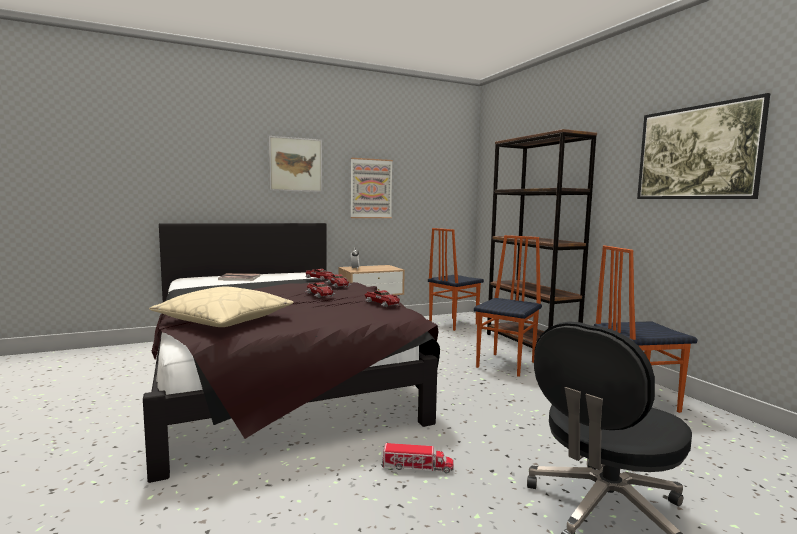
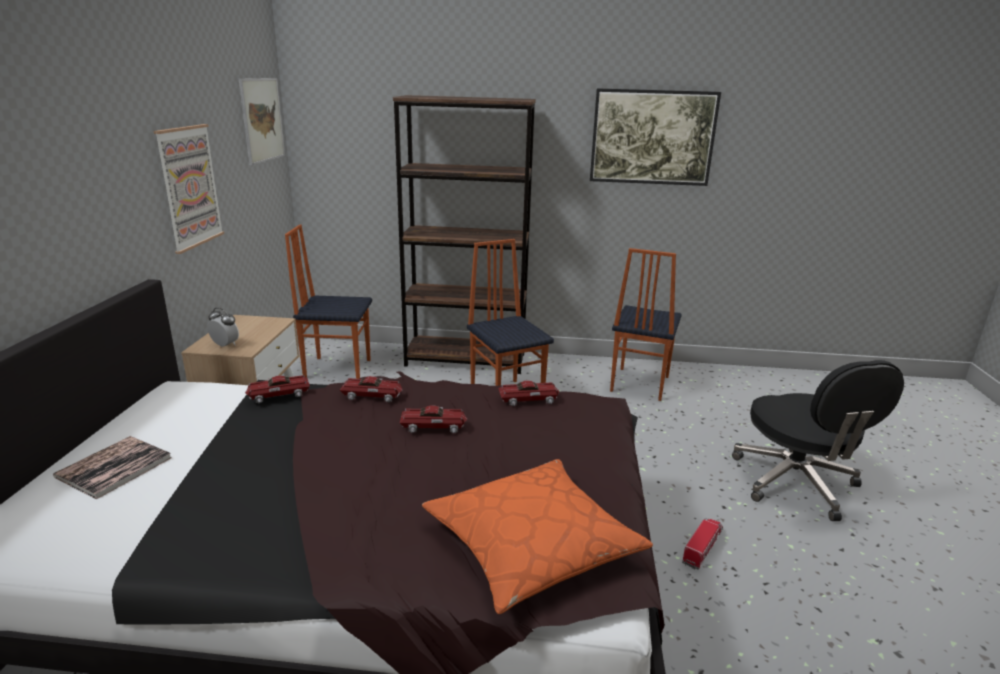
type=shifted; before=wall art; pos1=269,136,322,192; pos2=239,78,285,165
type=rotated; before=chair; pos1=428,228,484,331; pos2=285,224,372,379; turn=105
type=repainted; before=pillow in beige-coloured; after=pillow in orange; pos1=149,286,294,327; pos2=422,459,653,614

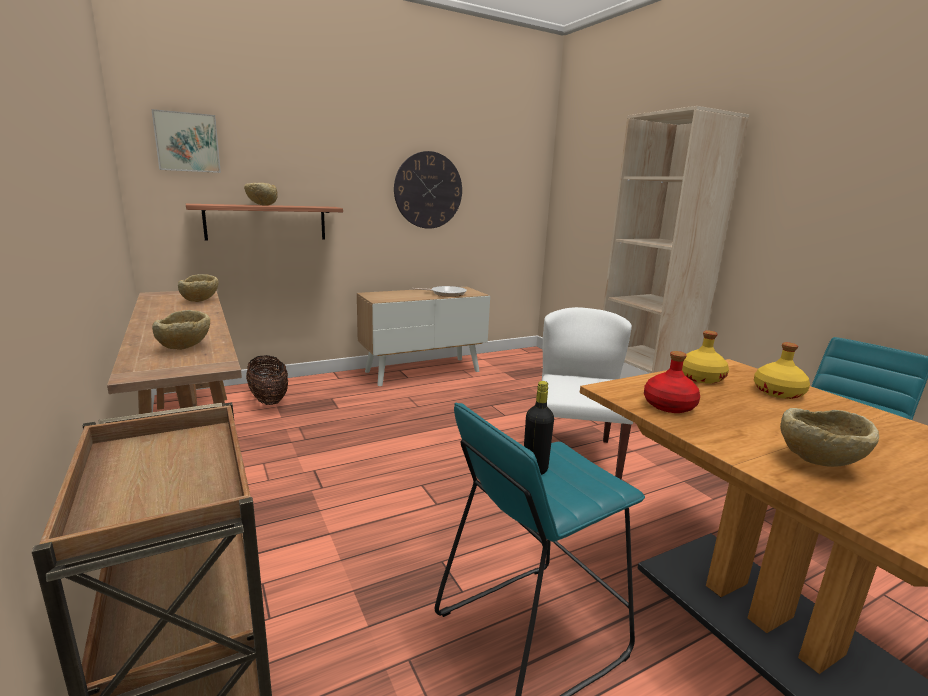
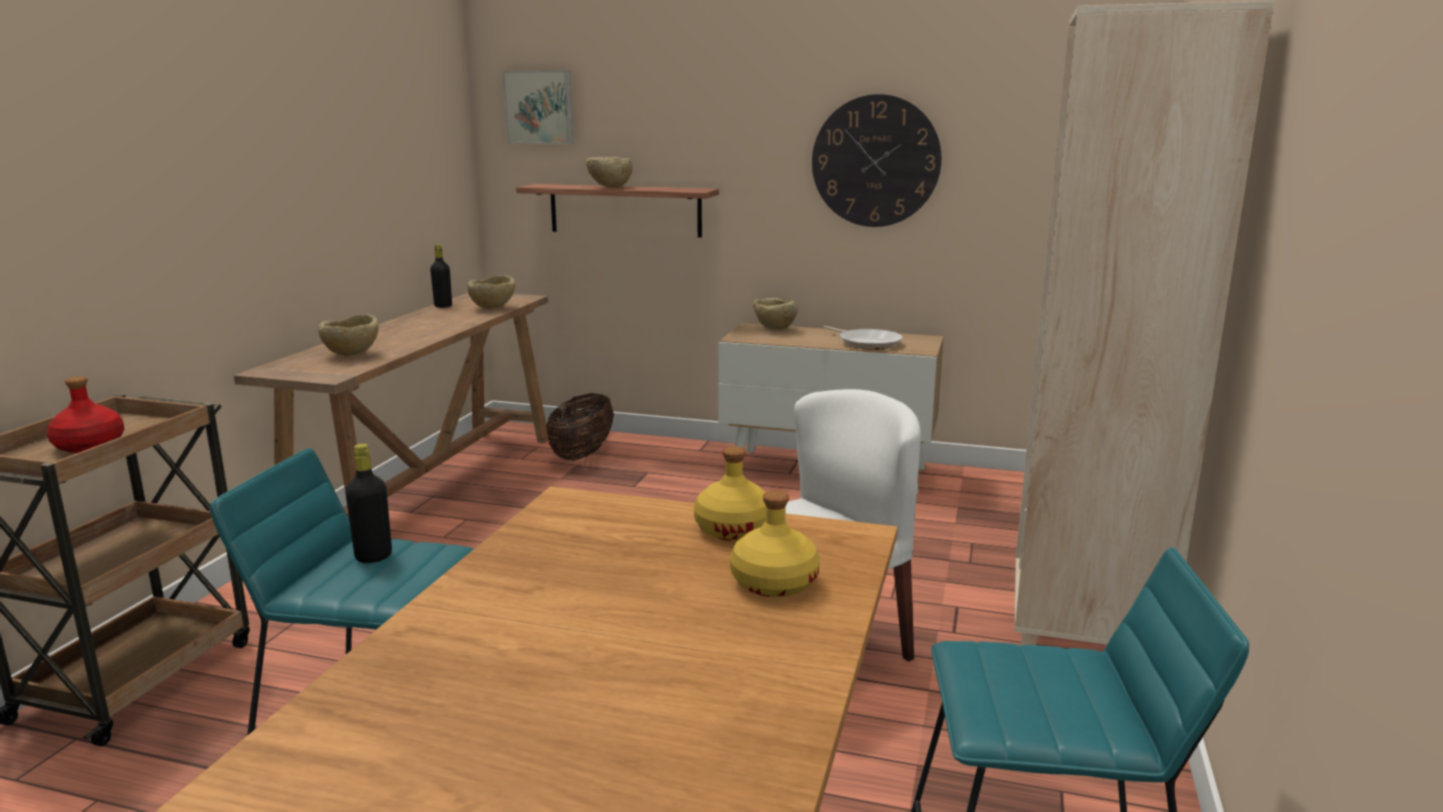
type=shifted; before=drink bottle in red-coloured; pos1=644,351,700,413; pos2=47,376,124,453
type=new; after=drink bottle in blackish; pos2=430,244,452,308
type=shifted; before=bowl in beige-coloured; pos1=780,408,879,467; pos2=753,298,797,330

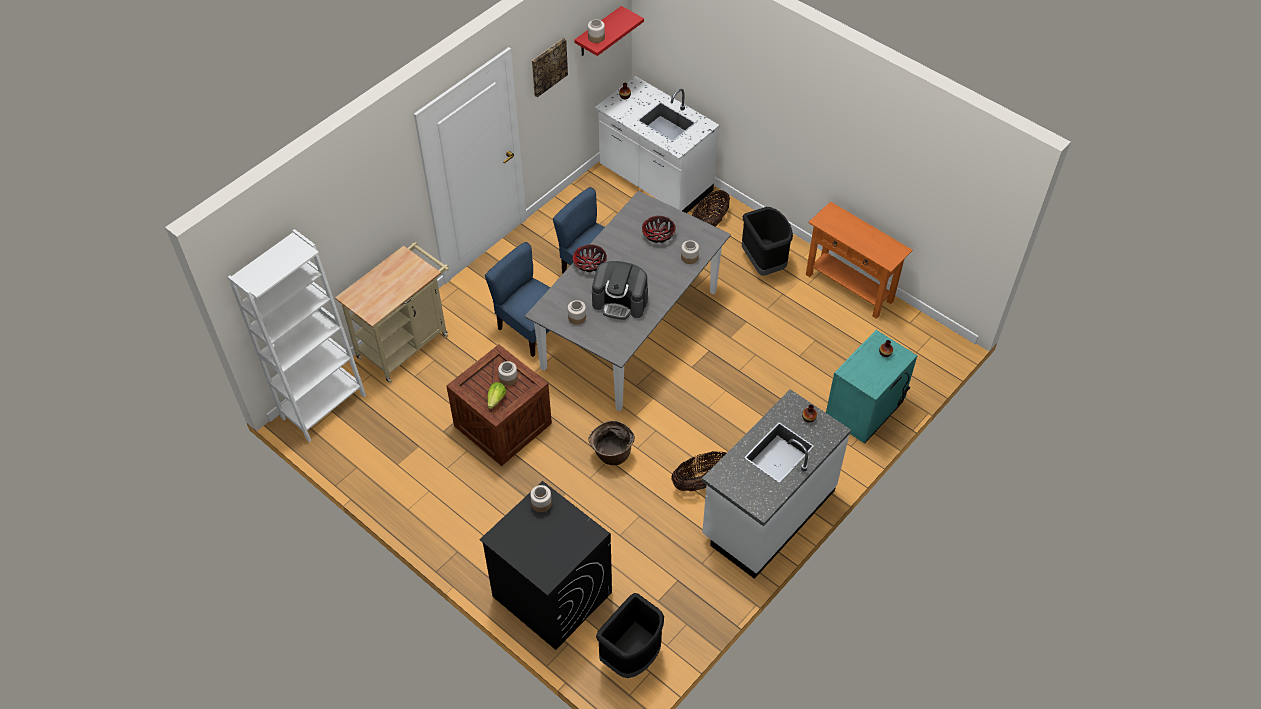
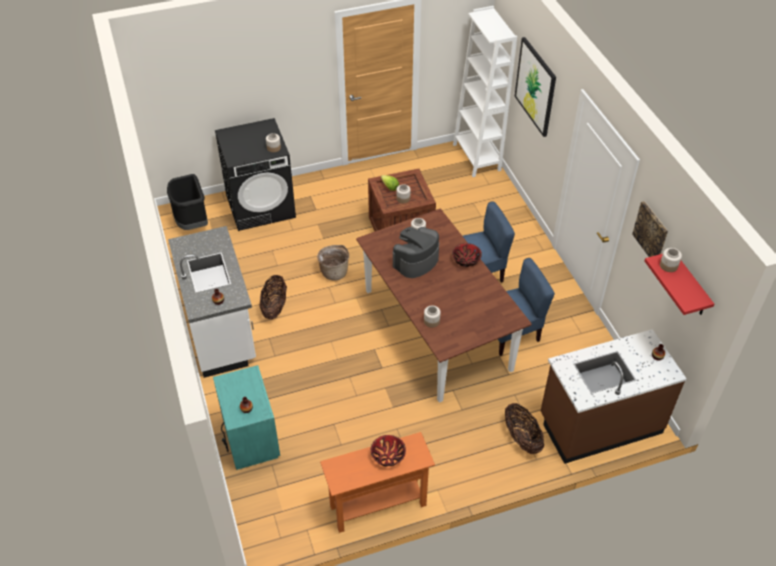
type=repainted; before=dining table in gray; after=dining table in brown-coloured; pos1=525,191,731,412; pos2=356,209,532,403
type=shifted; before=bowl; pos1=642,216,676,243; pos2=371,435,406,466
type=new; after=wall art; pos2=515,37,556,137
type=repainted; before=counter in white-coloured; after=counter in brown-coloured; pos1=595,76,719,213; pos2=541,329,687,464
type=gone; before=cart in beige-coloured; pos1=335,242,449,383
type=gone; before=trash can in blackish; pos1=742,207,793,276

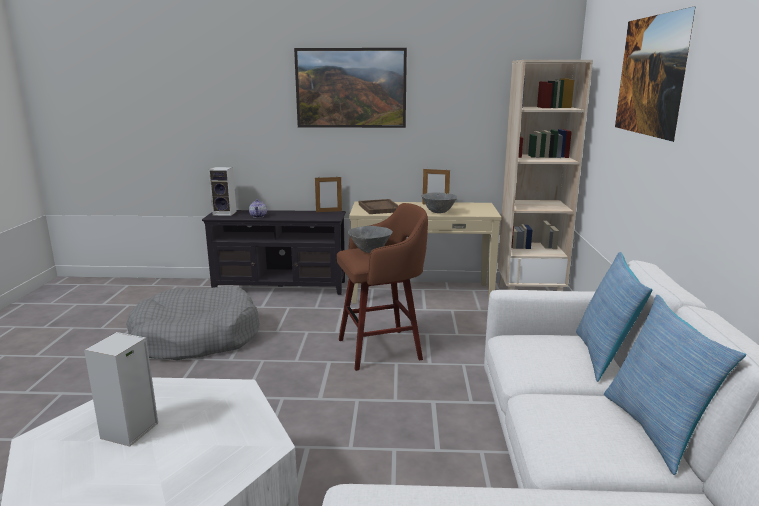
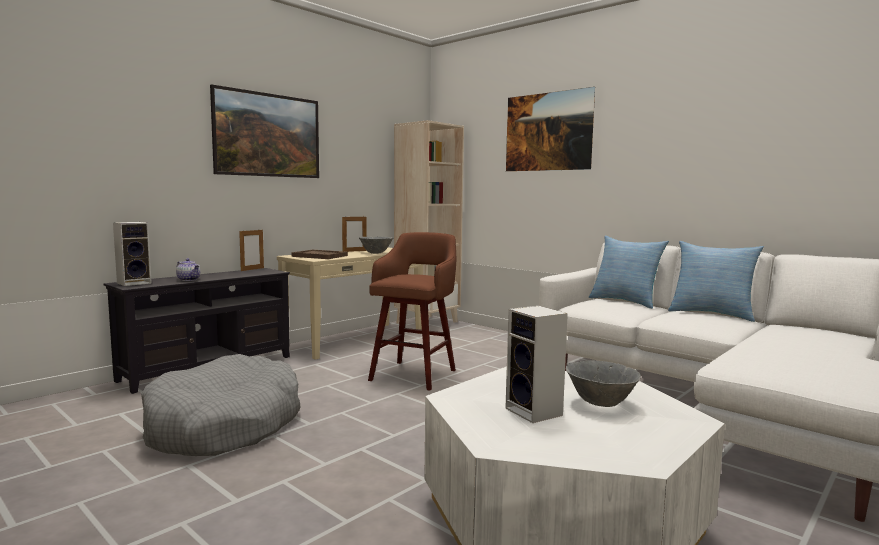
type=shifted; before=bowl in gray; pos1=348,226,393,253; pos2=566,361,641,407

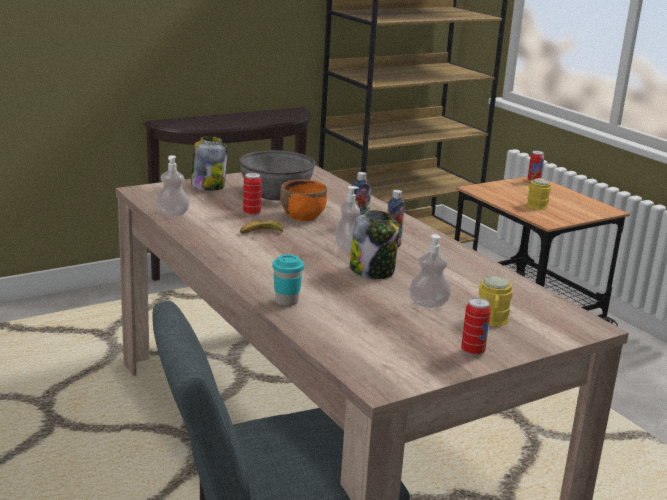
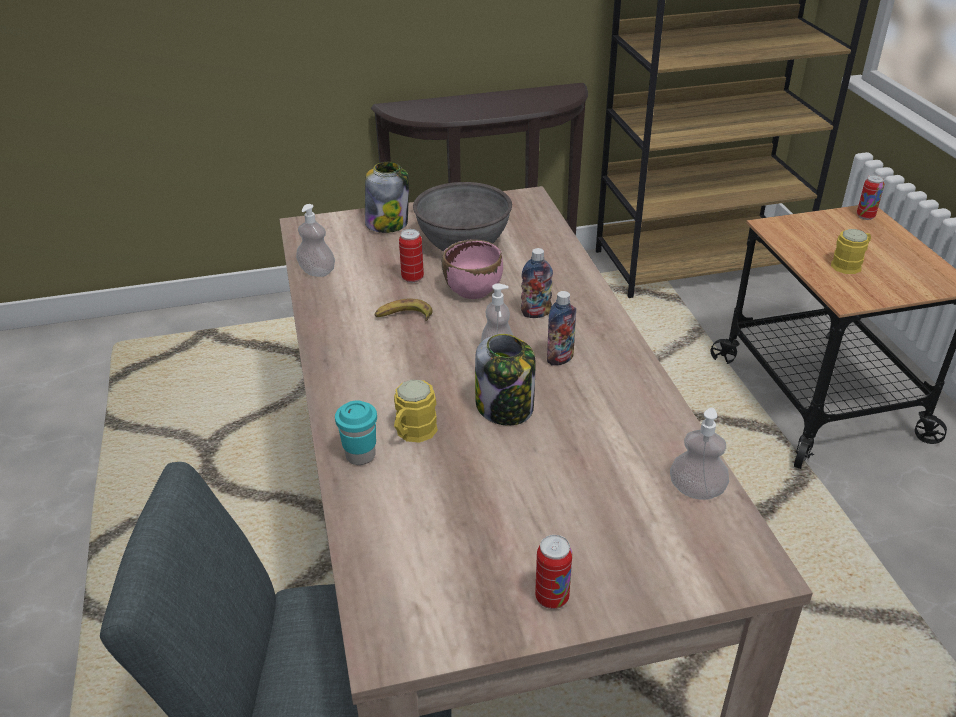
type=shifted; before=tea mug in yellow; pos1=479,276,513,326; pos2=394,380,438,443
type=repainted; before=bowl in orange; after=bowl in pinkish; pos1=280,179,327,221; pos2=442,240,503,299
type=shifted; before=liquid soap bottle; pos1=409,234,451,308; pos2=670,407,729,500

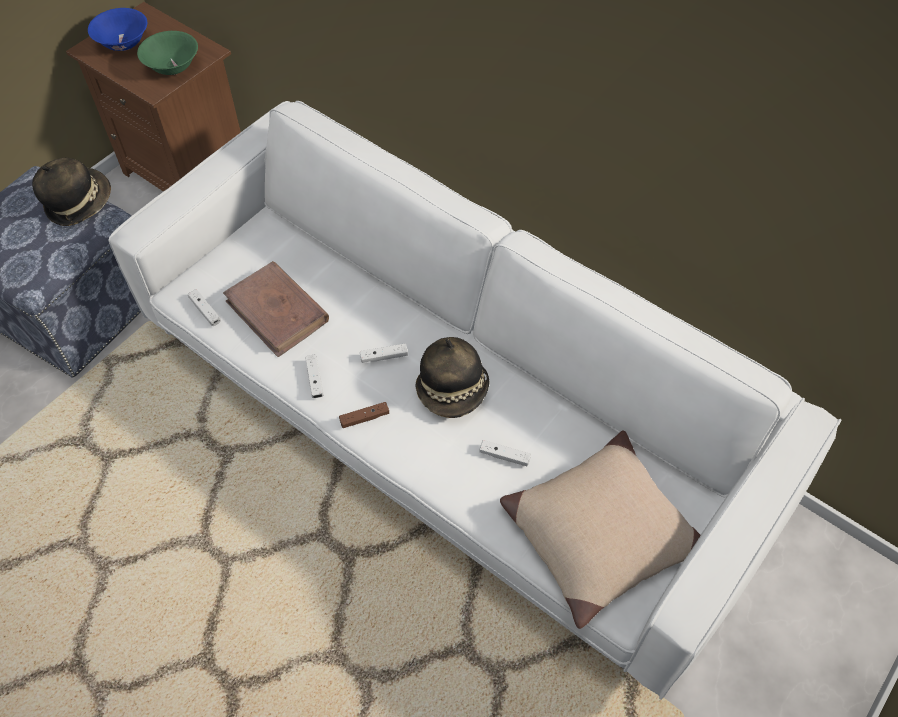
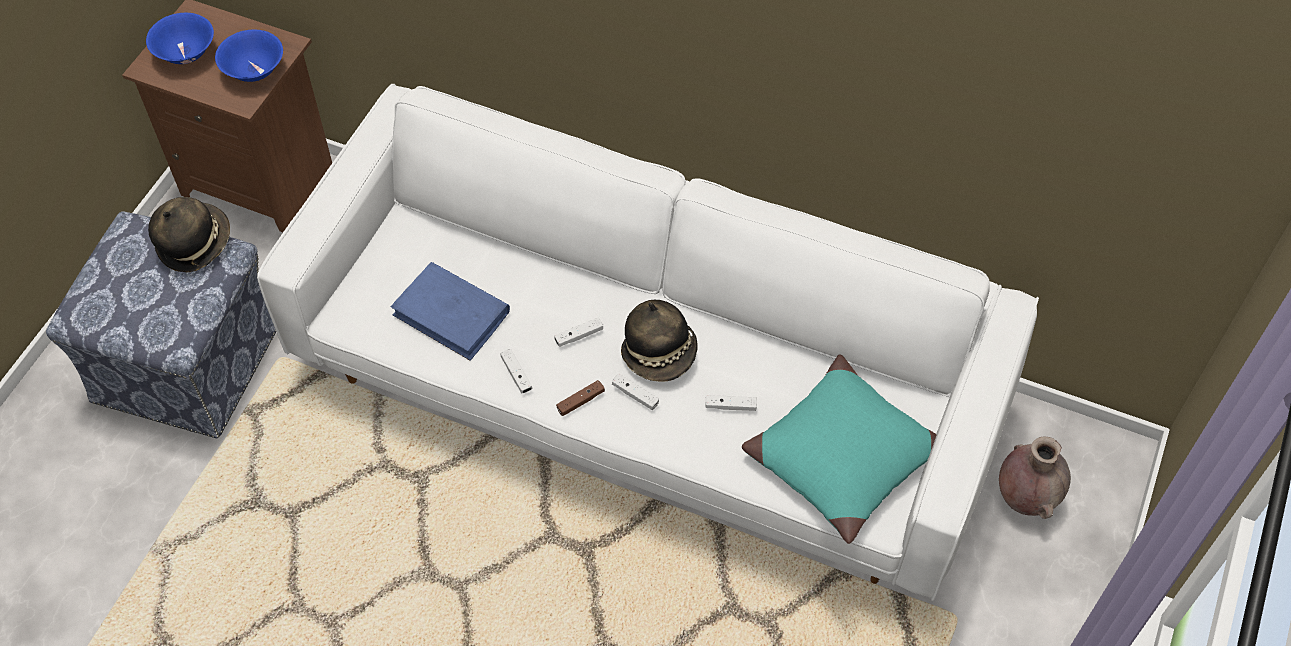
type=repainted; before=bowl in greenish; after=bowl in blue; pos1=137,31,198,75; pos2=215,30,283,82
type=repainted; before=book in brown-coloured; after=book in blue; pos1=223,261,329,357; pos2=391,262,510,361
type=shifted; before=joypad in white-coloured; pos1=188,289,221,326; pos2=612,374,659,410
type=repainted; before=pillow in beige-coloured; after=pillow in blue-green; pos1=500,430,701,629; pos2=742,355,937,544
type=new; after=vase in brown-coloured; pos2=999,437,1071,519

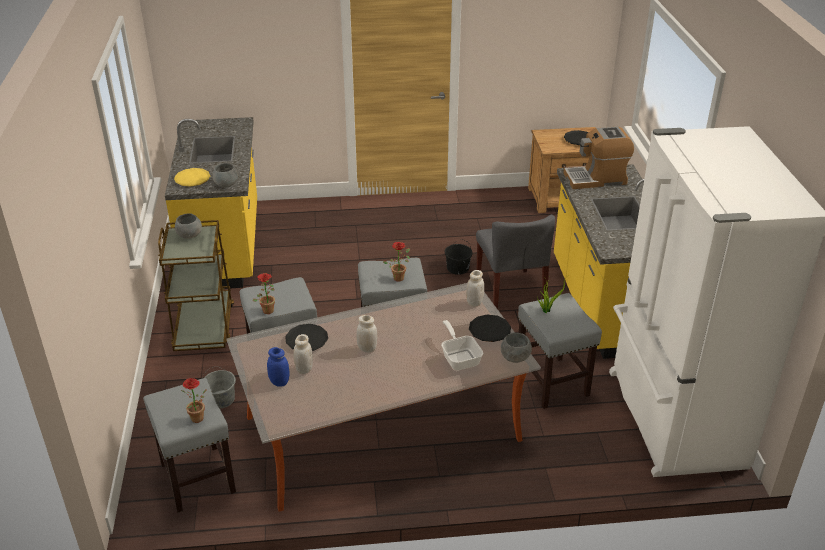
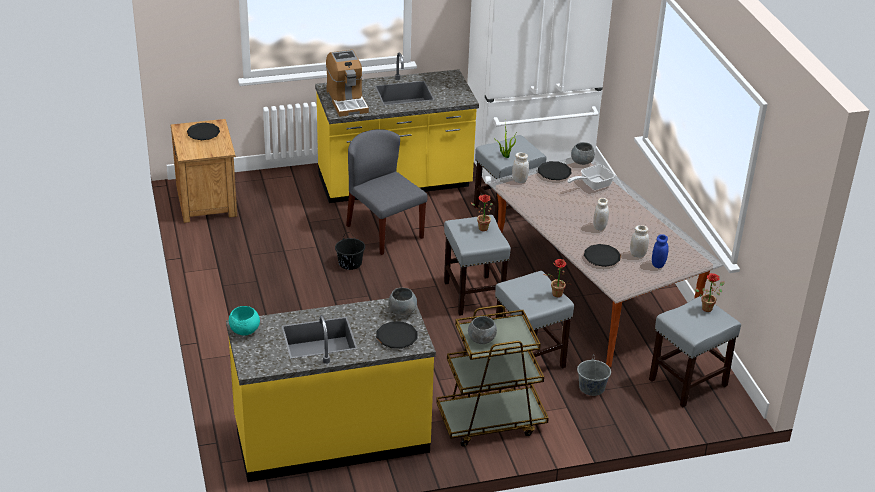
type=new; after=bowl in blue-green; pos2=229,306,260,336
type=rotated; before=chair in gray; pos1=476,215,555,309; pos2=346,129,428,255; turn=-105
type=repainted; before=dinner plate in yellow; after=dinner plate in blackish; pos1=174,168,210,187; pos2=376,321,418,348

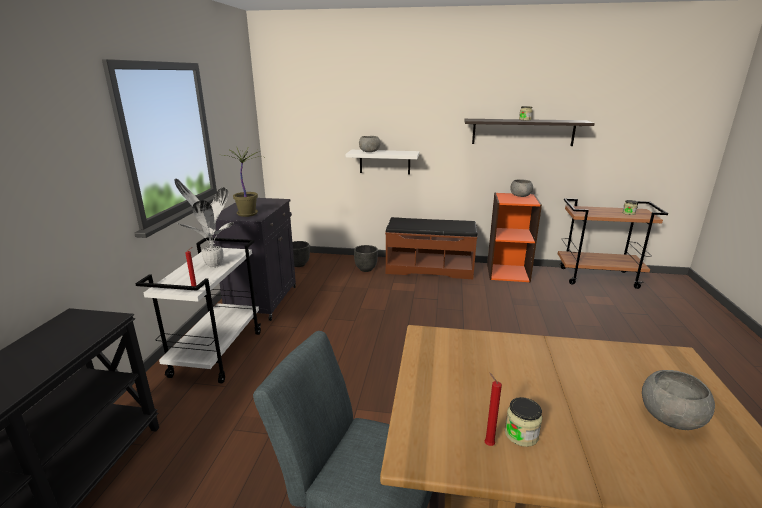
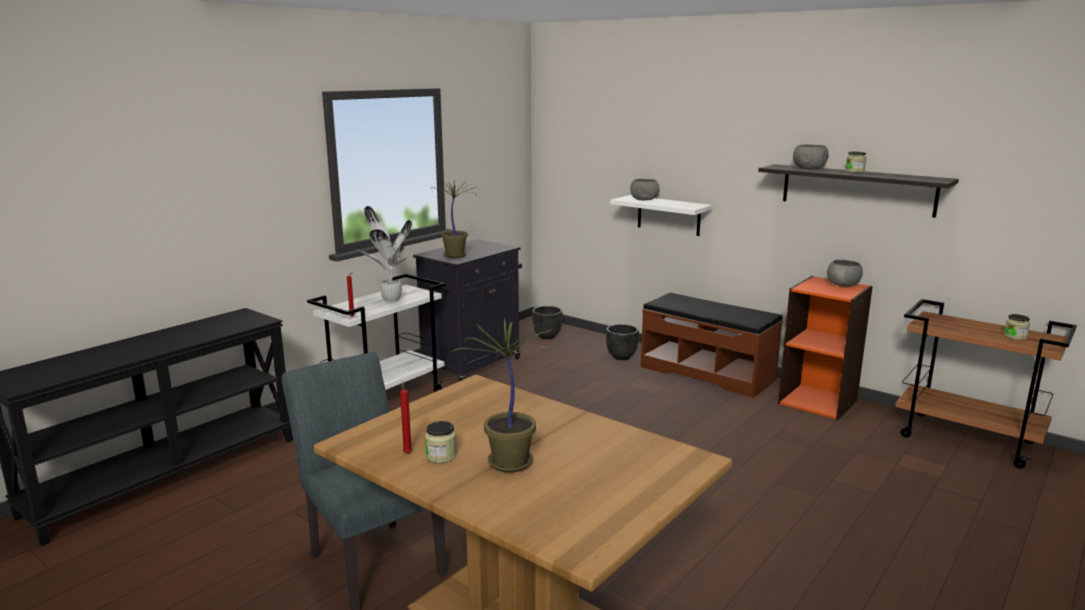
type=new; after=plant in a pot; pos2=453,318,552,473
type=shifted; before=bowl in gray; pos1=642,370,715,430; pos2=793,144,829,169

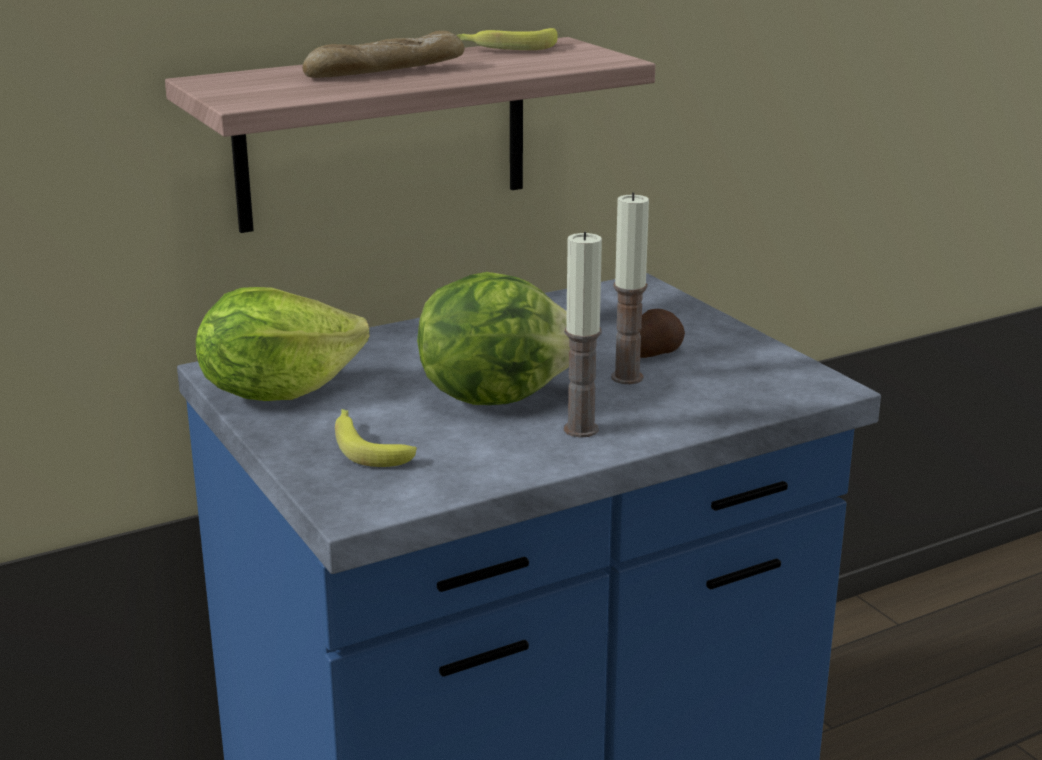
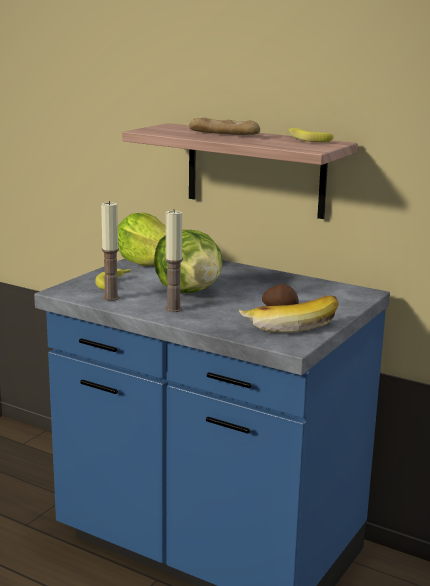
type=shifted; before=candle; pos1=611,192,649,384; pos2=101,201,120,301
type=new; after=banana fruit; pos2=239,295,338,333

